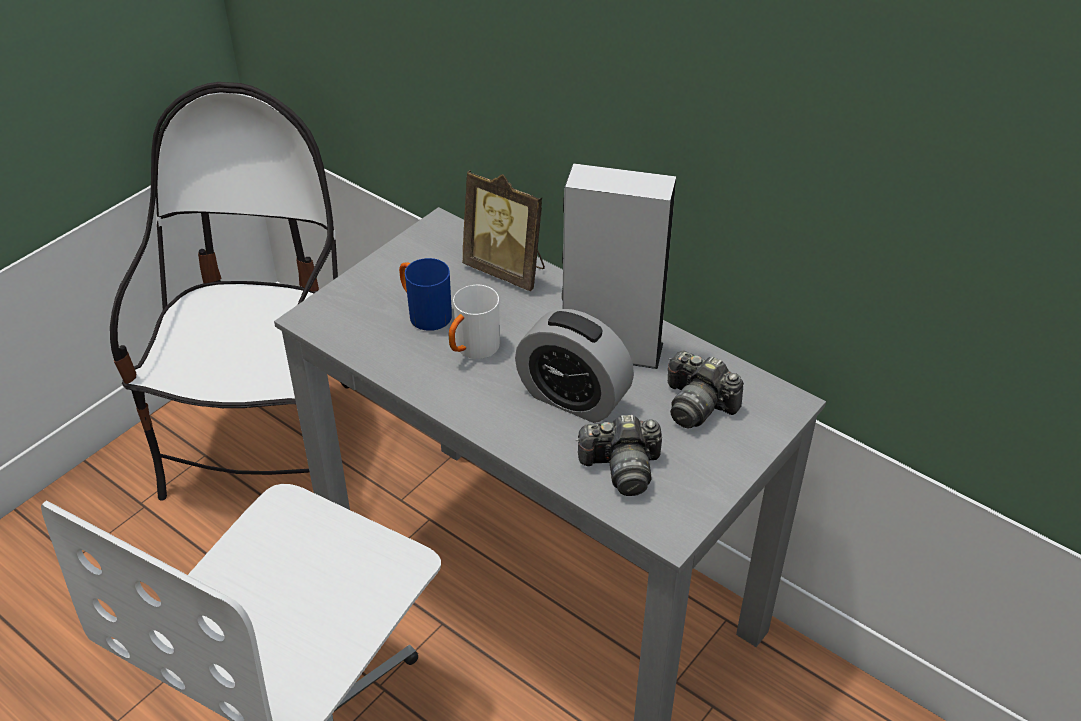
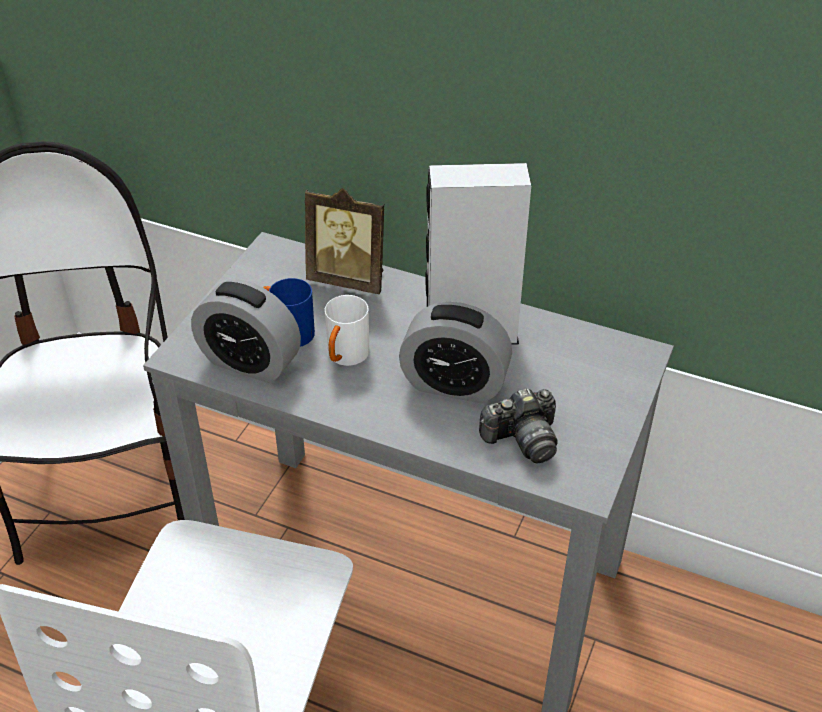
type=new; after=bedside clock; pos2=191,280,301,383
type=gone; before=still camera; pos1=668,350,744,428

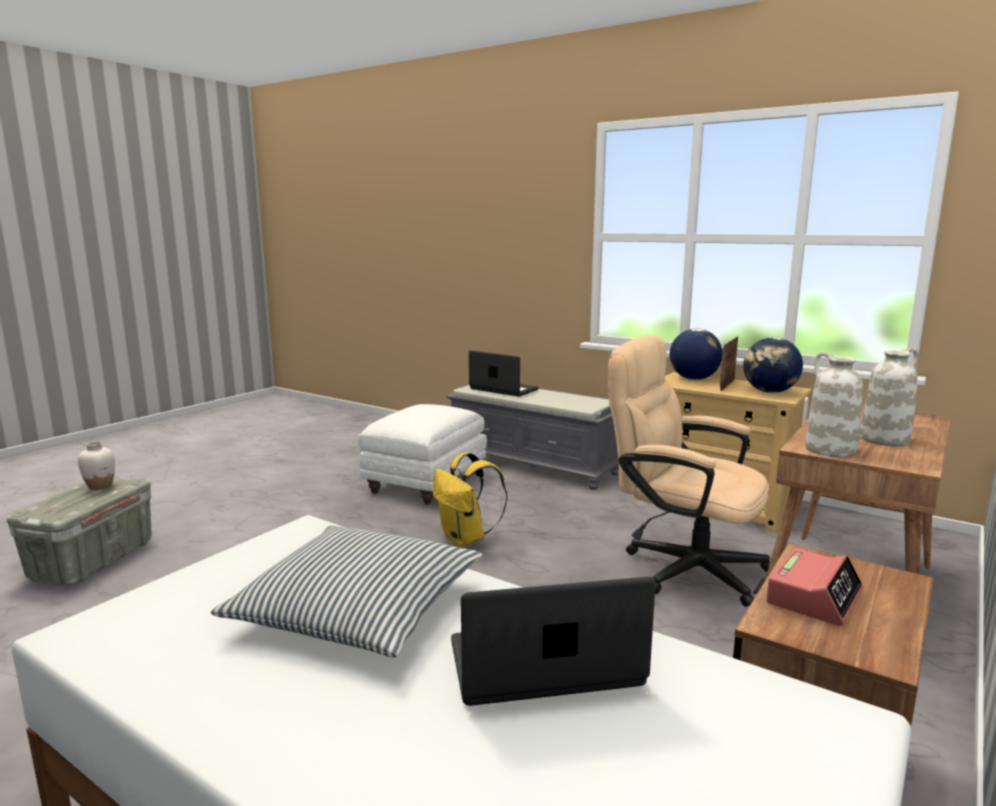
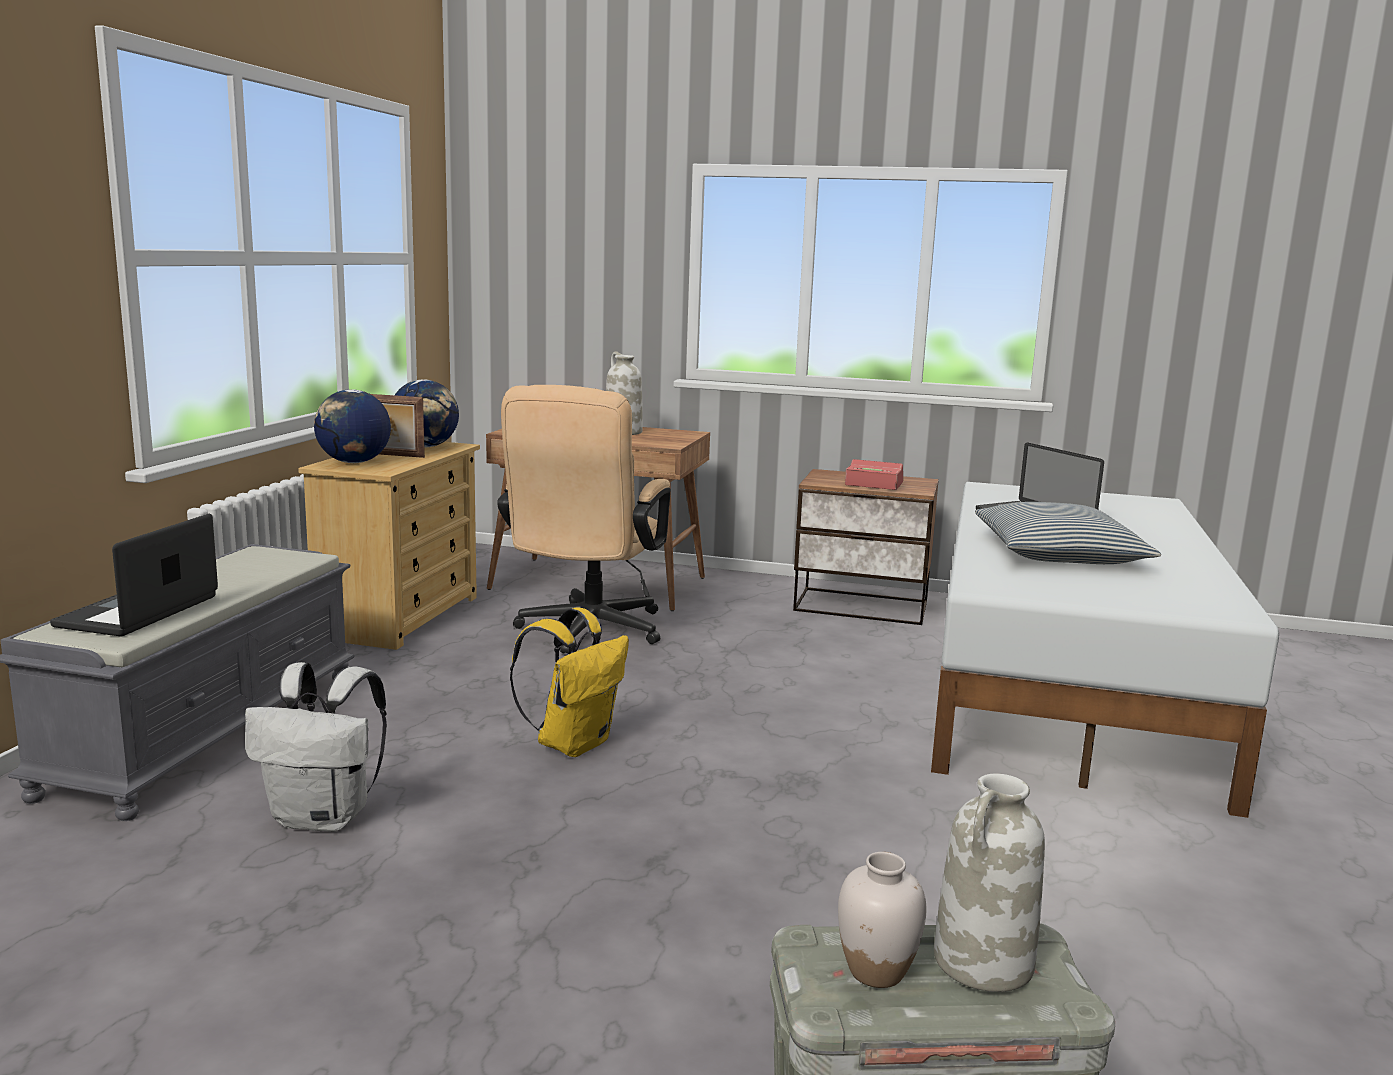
type=swapped; before=ottoman in white-coloured; after=rucksack in white-coloured; pos1=358,404,487,505; pos2=245,662,387,832
type=shifted; before=vase in white-coloured; pos1=805,352,863,457; pos2=934,774,1045,992

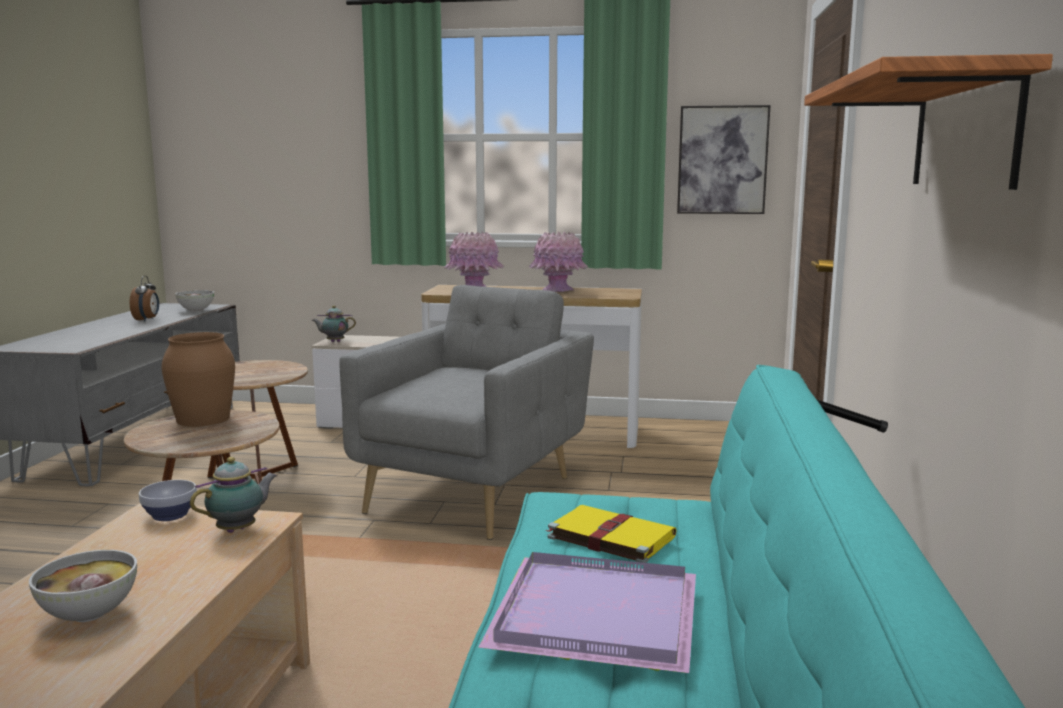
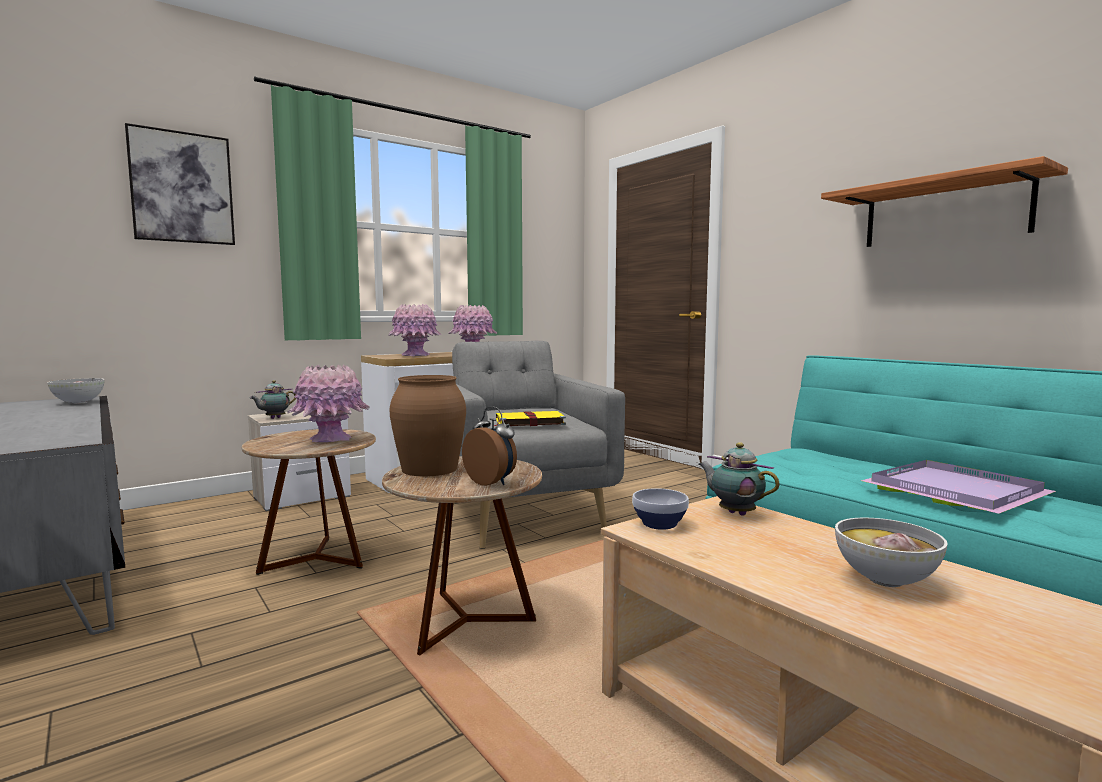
type=shifted; before=wall art; pos1=677,105,771,214; pos2=125,123,235,245
type=new; after=vase in pinkish; pos2=287,365,370,442
type=shifted; before=bedside clock; pos1=130,276,159,322; pos2=462,406,517,486
type=shifted; before=book in yellow; pos1=546,505,677,563; pos2=495,411,566,426
type=rotated; before=teapot; pos1=190,457,277,533; pos2=699,442,779,516; turn=-45

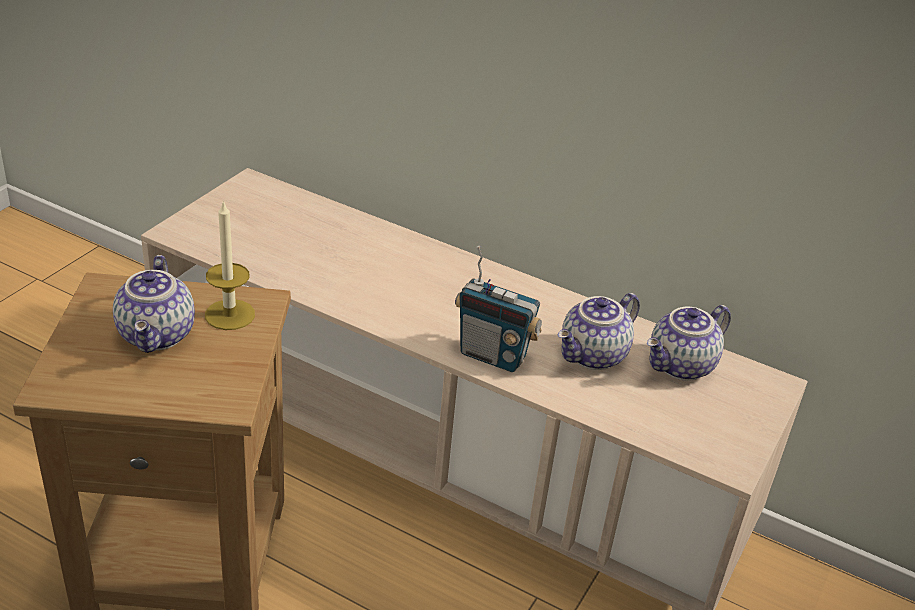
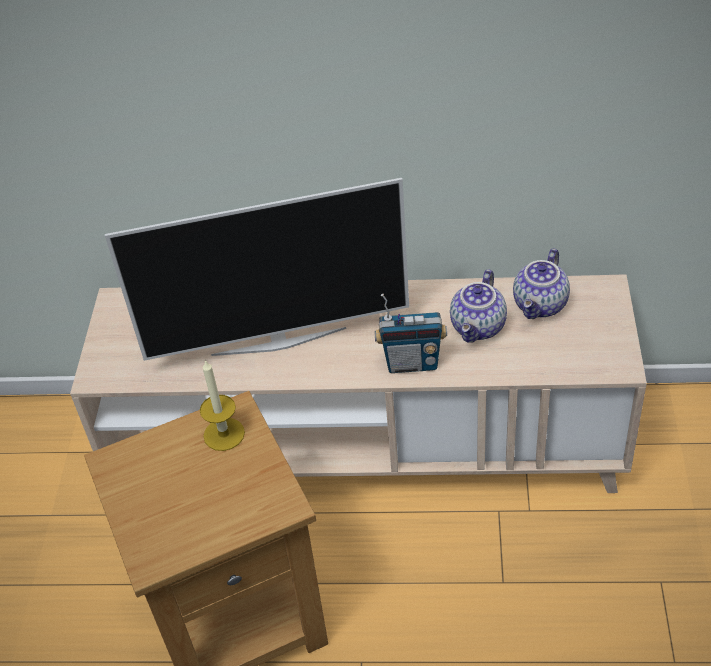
type=new; after=TV; pos2=105,178,409,361
type=gone; before=teapot; pos1=113,255,195,353

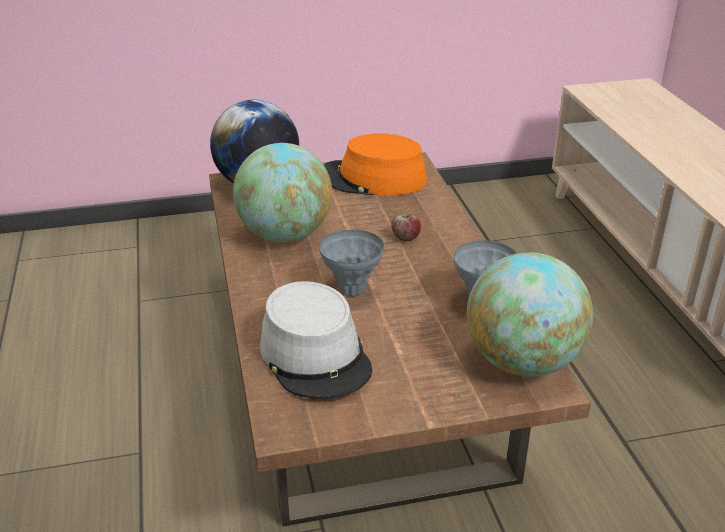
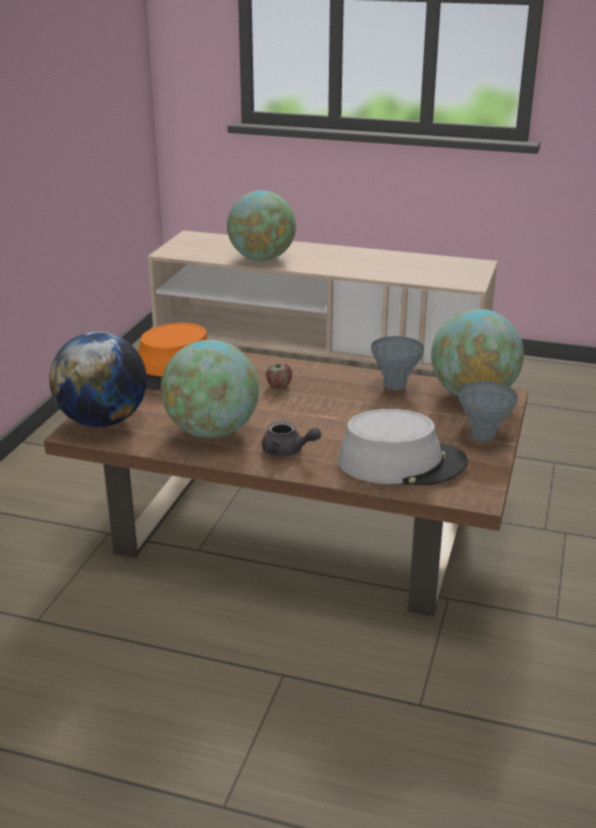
type=new; after=world globe; pos2=227,190,296,261
type=new; after=teapot in gray; pos2=262,421,321,456
type=shifted; before=vase in gray; pos1=319,229,384,297; pos2=458,381,517,442

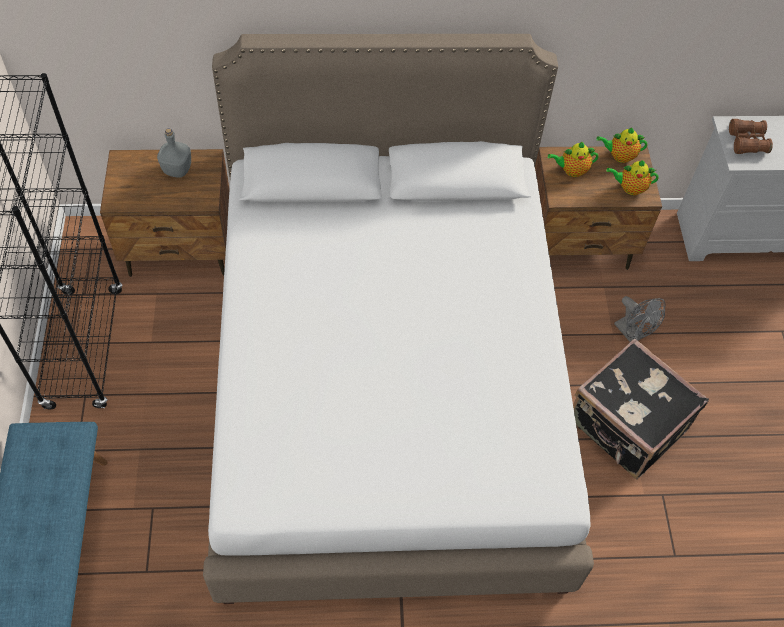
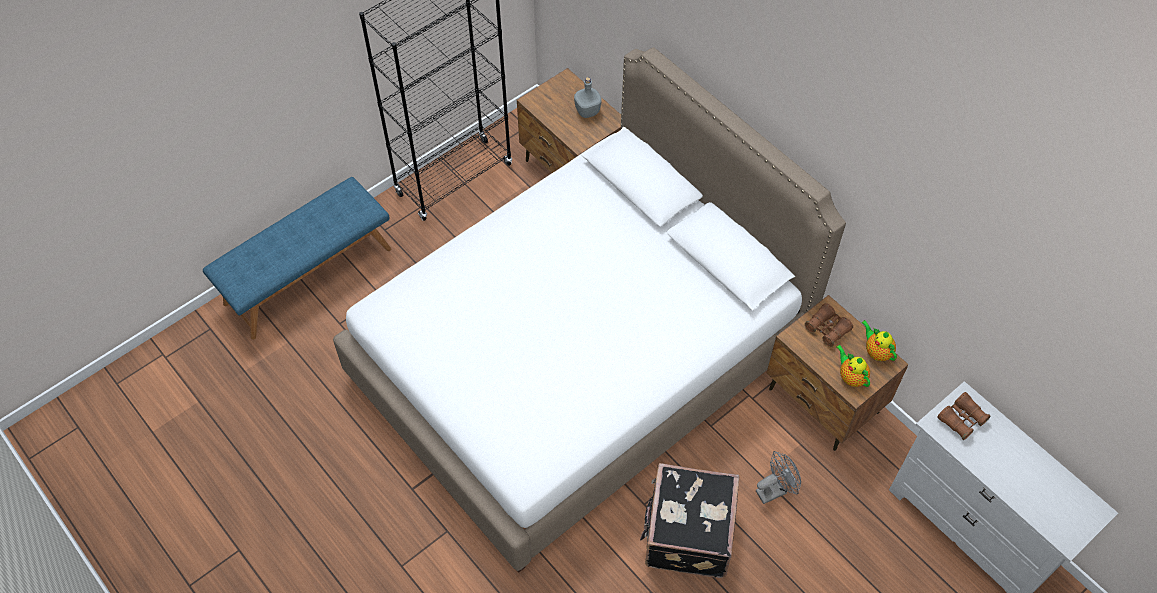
type=rotated; before=cooling fan in gray; pos1=614,296,666,342; pos2=756,451,801,504; turn=-135
type=swapped; before=teapot; after=pair of binoculars in brown-coloured; pos1=548,142,599,177; pos2=805,303,853,347

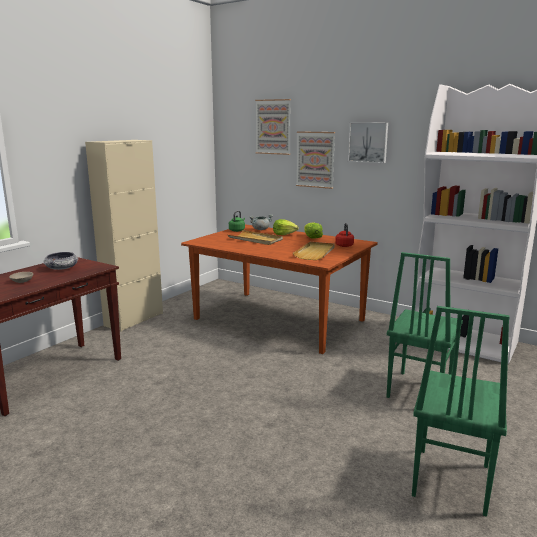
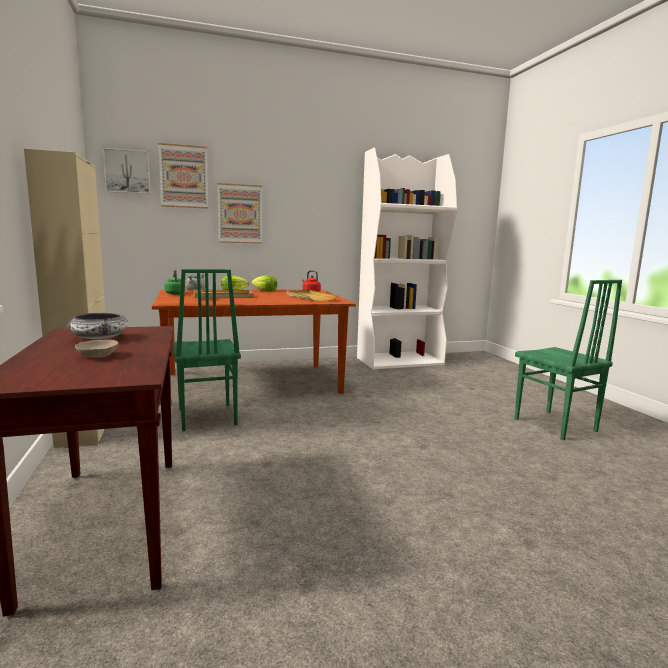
type=shifted; before=wall art; pos1=348,122,388,163; pos2=103,148,150,194
type=shifted; before=chair in greenish; pos1=386,252,463,398; pos2=172,269,241,431

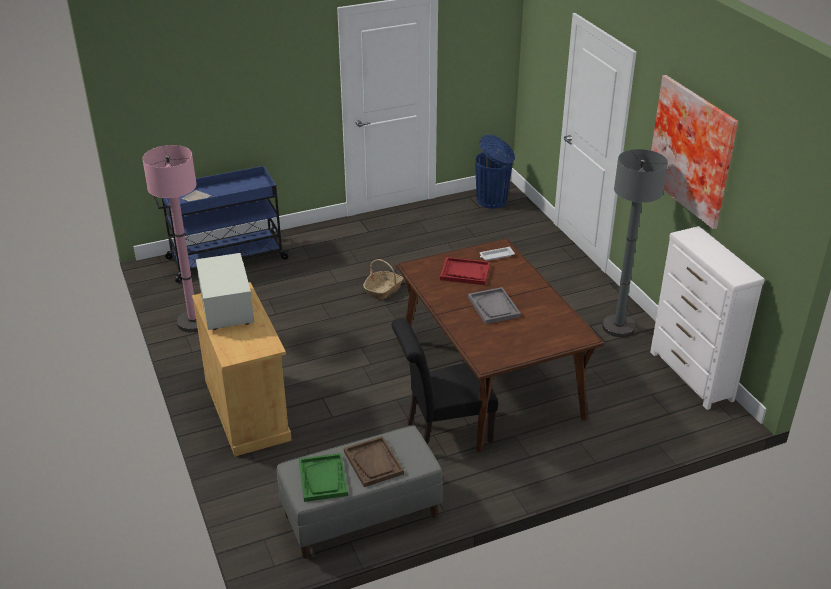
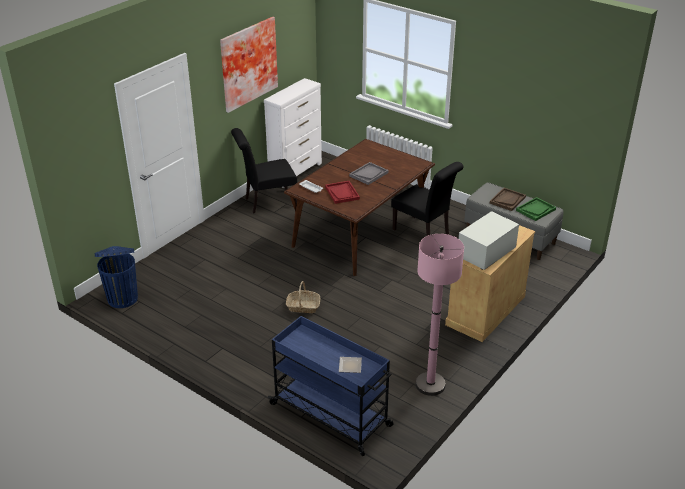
type=swapped; before=standard lamp in gray; after=chair in blackish; pos1=602,149,668,337; pos2=231,128,297,214

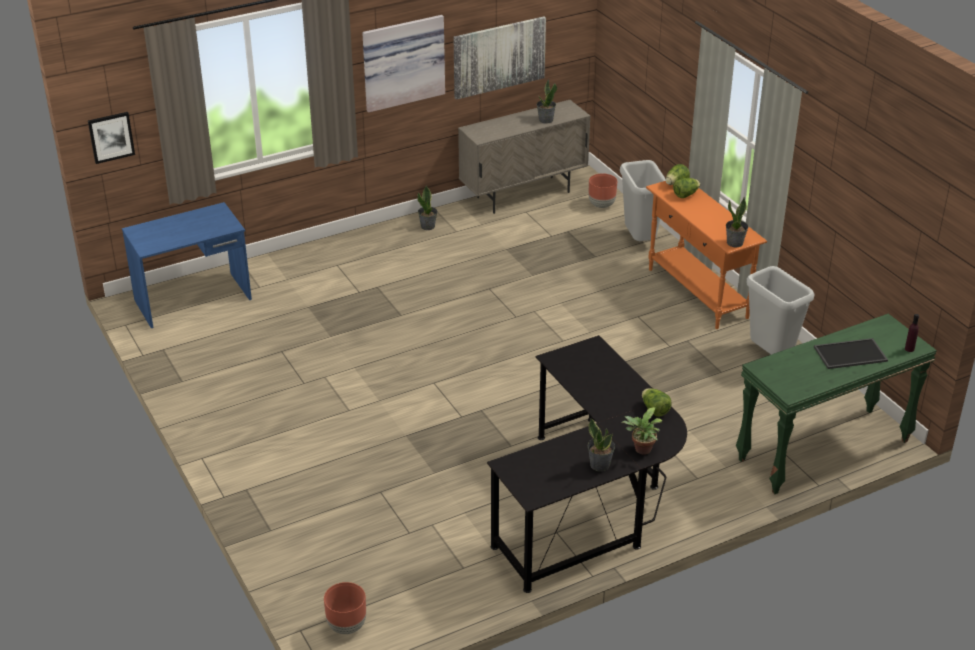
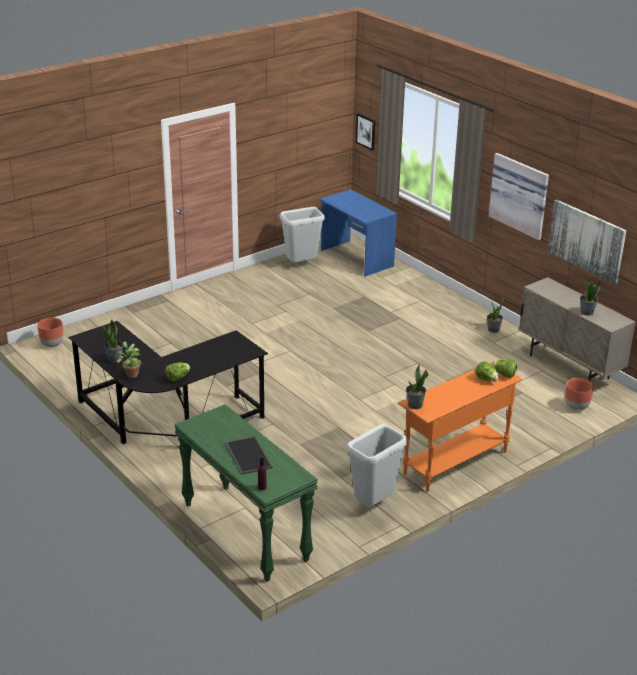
type=shifted; before=trash can in gray; pos1=620,160,666,241; pos2=280,207,325,262

